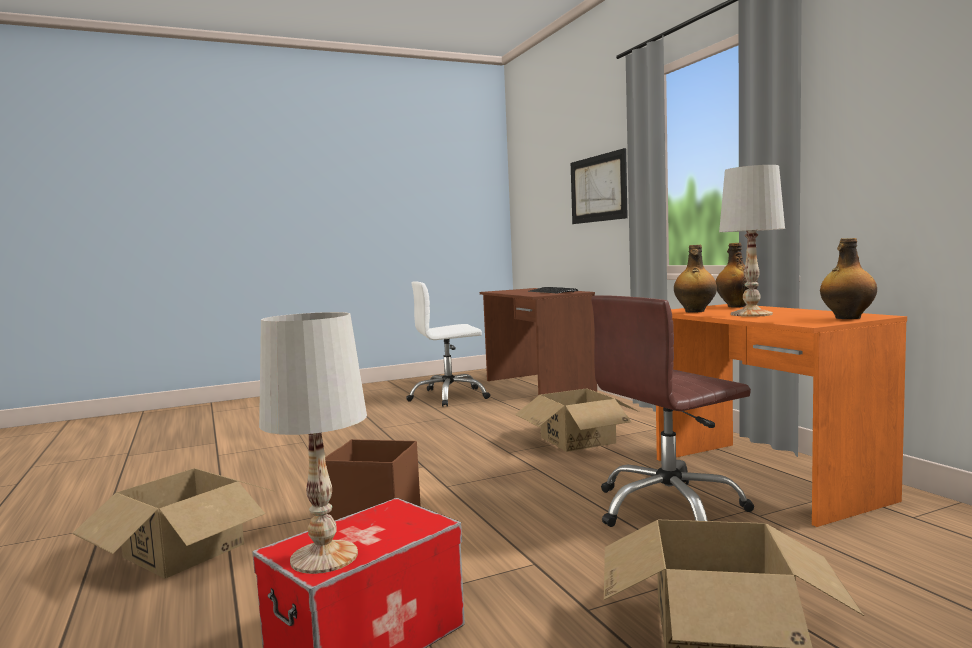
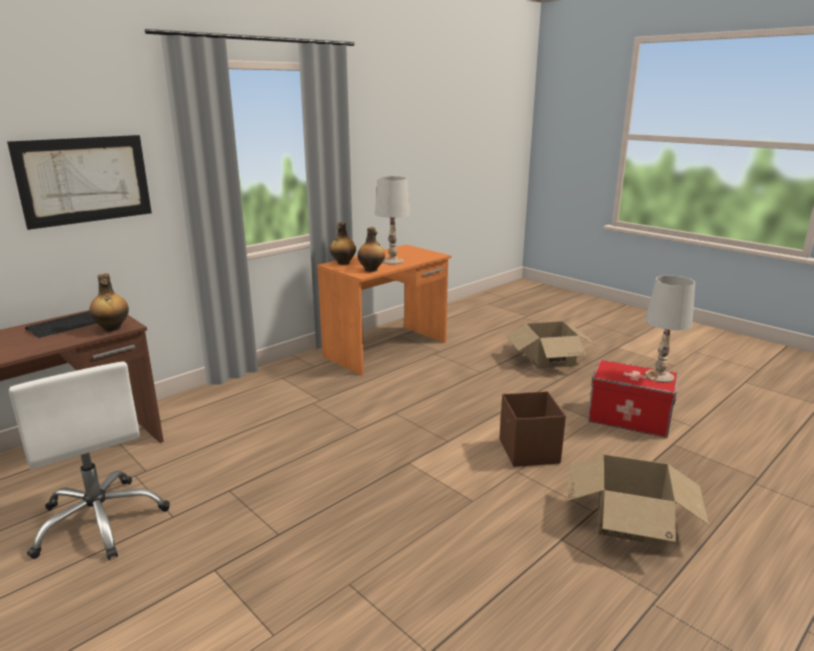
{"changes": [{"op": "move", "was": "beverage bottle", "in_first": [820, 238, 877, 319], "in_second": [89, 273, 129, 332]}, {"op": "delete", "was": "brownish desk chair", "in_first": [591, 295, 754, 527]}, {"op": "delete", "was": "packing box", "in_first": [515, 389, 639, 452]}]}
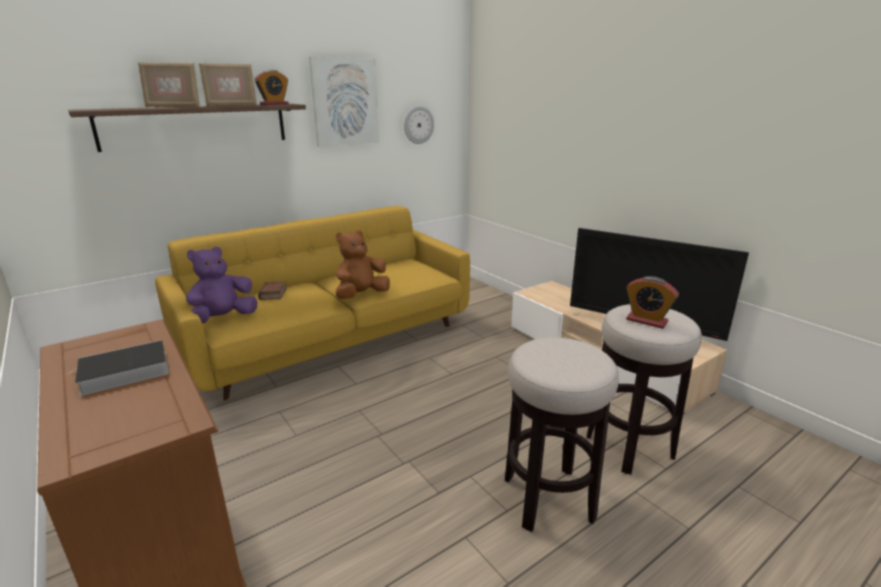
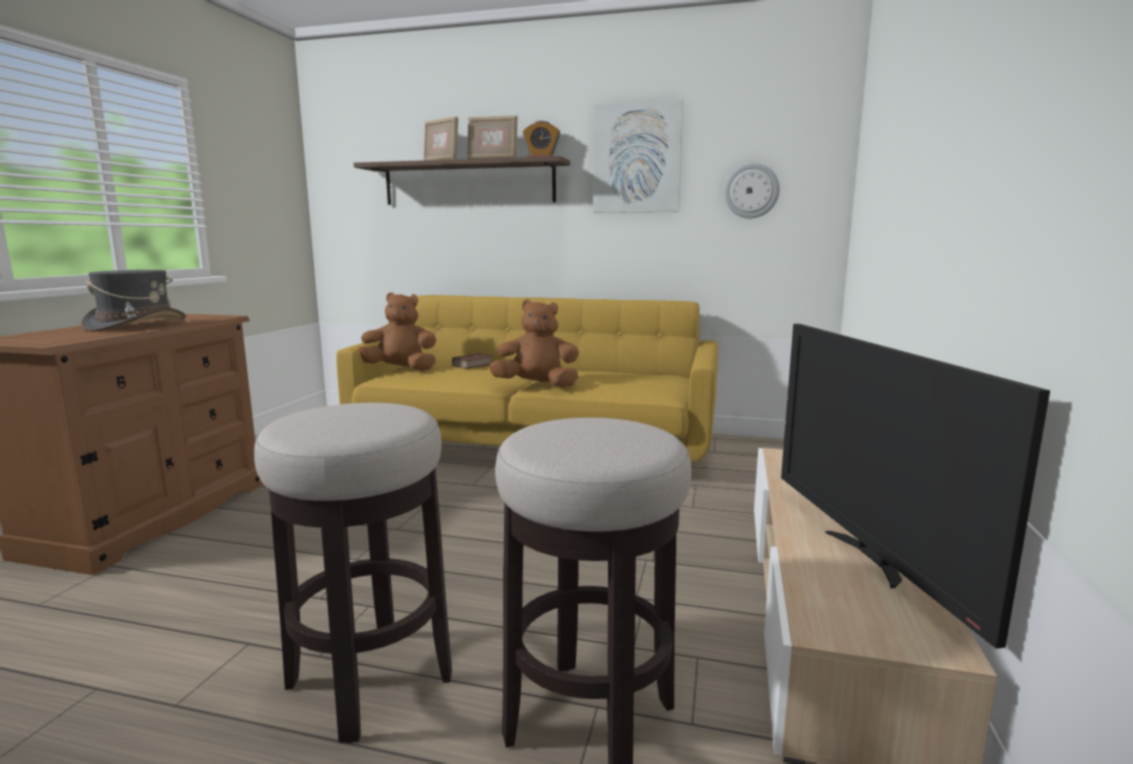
{"changes": [{"op": "recolor", "was": "purplish soft toy", "now": "brownish soft toy", "in_first": [186, 246, 258, 323], "in_second": [358, 292, 436, 371]}, {"op": "delete", "was": "alarm clock", "in_first": [626, 276, 679, 329]}, {"op": "replace", "was": "bound book", "now": "greyish wearable hat", "in_first": [69, 340, 169, 396], "in_second": [81, 270, 186, 332]}]}
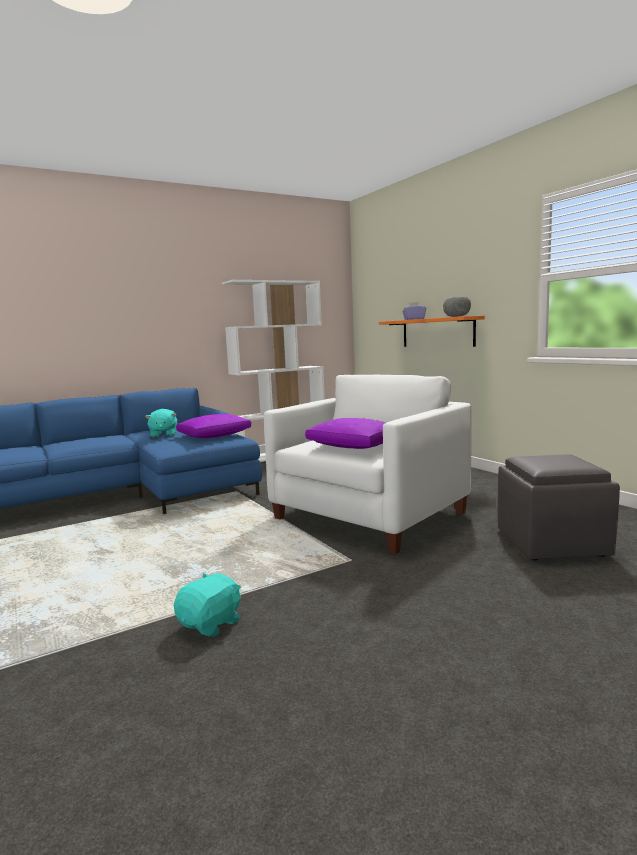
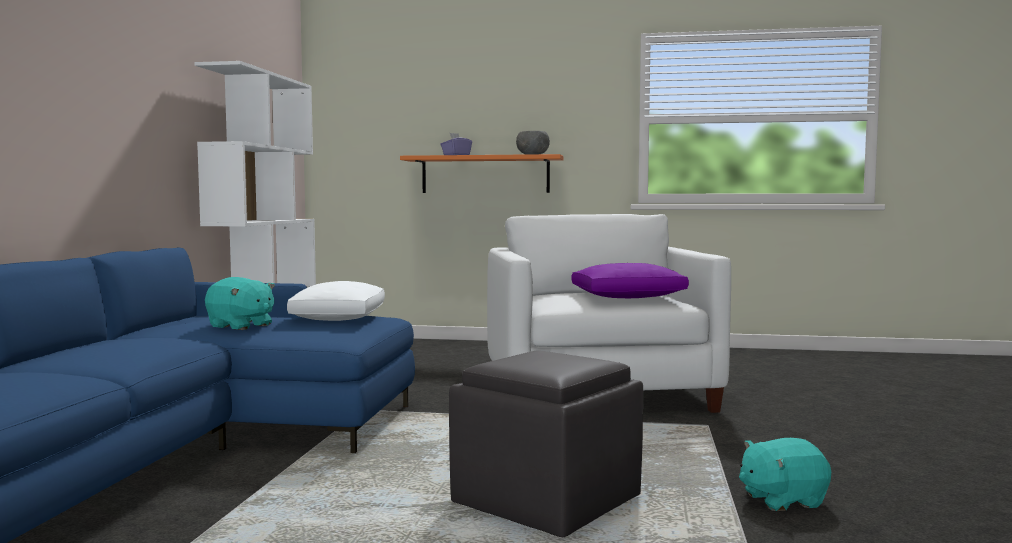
{"changes": [{"op": "recolor", "was": "purplish pillow", "now": "white pillow", "in_first": [176, 414, 251, 438], "in_second": [287, 281, 385, 321]}, {"op": "move", "was": "greyish footrest", "in_first": [498, 454, 620, 560], "in_second": [449, 350, 643, 537]}, {"op": "rotate", "was": "turquoise-coloured soft toy", "in_first": [174, 573, 241, 637], "in_second": [739, 438, 831, 511], "clockwise": -90}]}
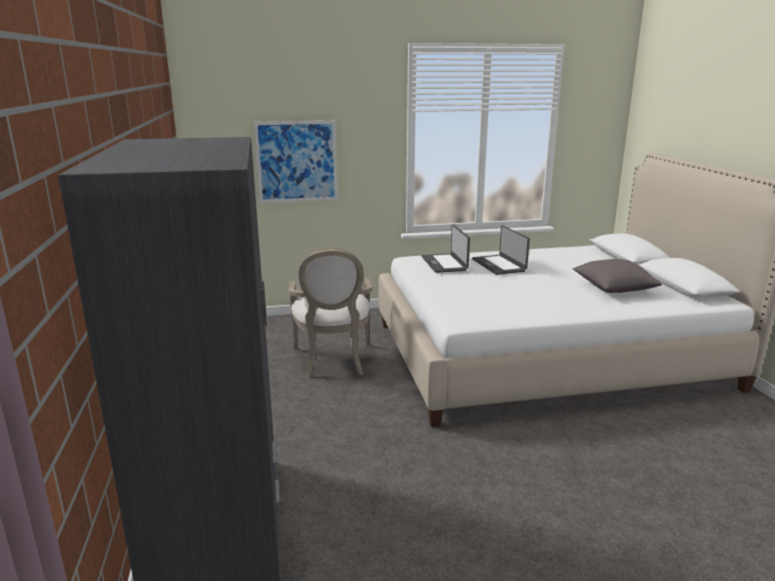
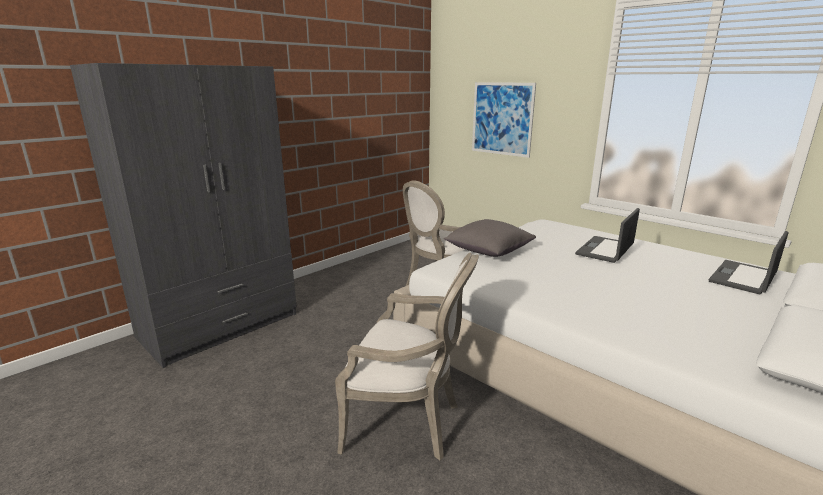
{"changes": [{"op": "move", "was": "portable computer", "in_first": [422, 224, 470, 273], "in_second": [709, 231, 789, 294]}, {"op": "move", "was": "greyish pillow", "in_first": [573, 259, 662, 293], "in_second": [443, 219, 536, 257]}, {"op": "insert", "now": "lounge chair", "in_second": [335, 253, 479, 460]}]}
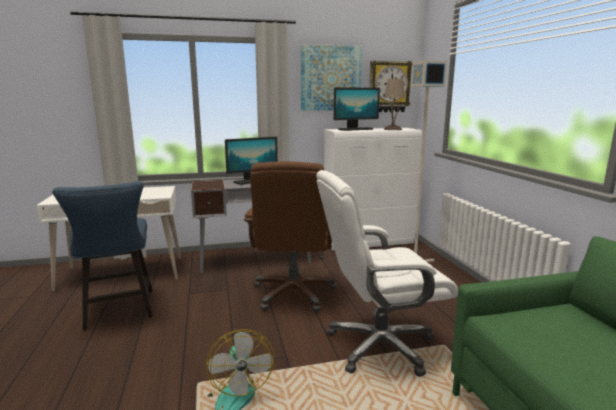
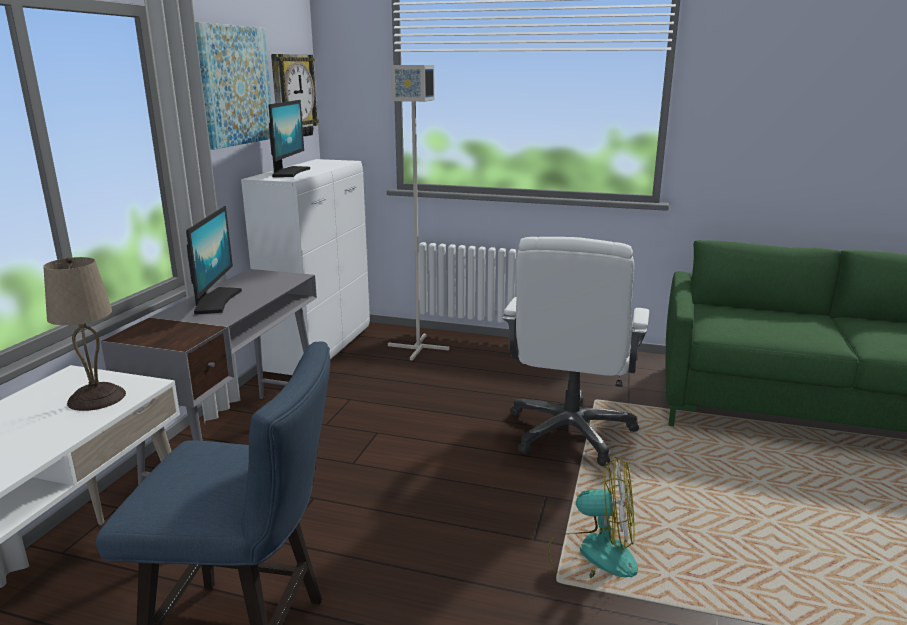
{"changes": [{"op": "move", "was": "beige-coloured tabletop lamp", "in_first": [384, 77, 405, 130], "in_second": [43, 257, 126, 411]}, {"op": "delete", "was": "brownish desk chair", "in_first": [244, 161, 337, 312]}]}
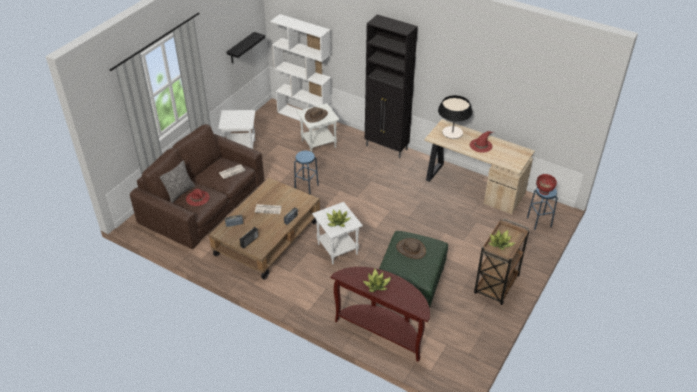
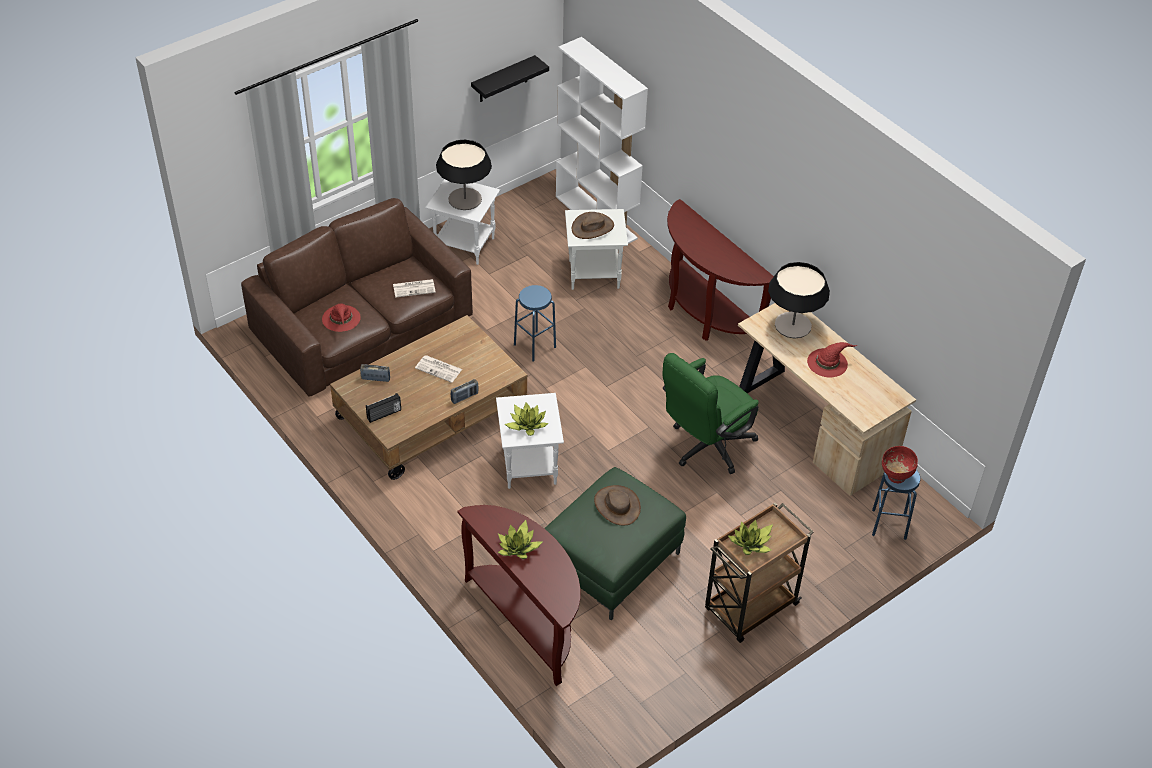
{"changes": [{"op": "replace", "was": "black storage cabinet", "now": "brownish hall table", "in_first": [365, 14, 418, 158], "in_second": [667, 199, 774, 341]}, {"op": "delete", "was": "pillow", "in_first": [160, 160, 195, 203]}, {"op": "insert", "now": "tabletop lamp", "in_second": [436, 140, 492, 210]}, {"op": "insert", "now": "green desk chair", "in_second": [663, 353, 759, 474]}]}
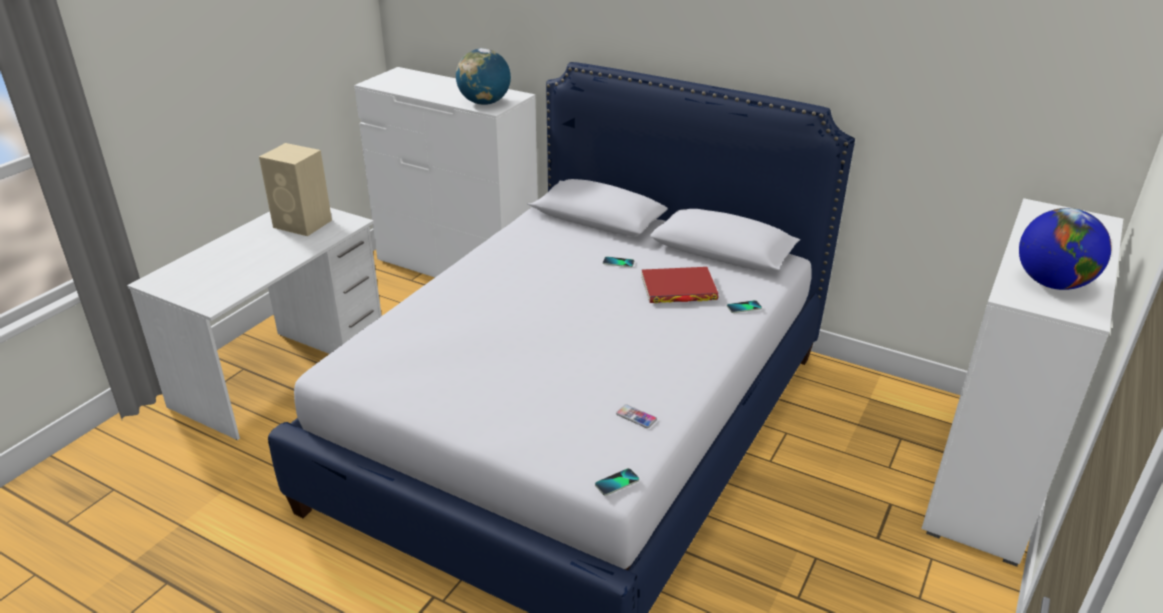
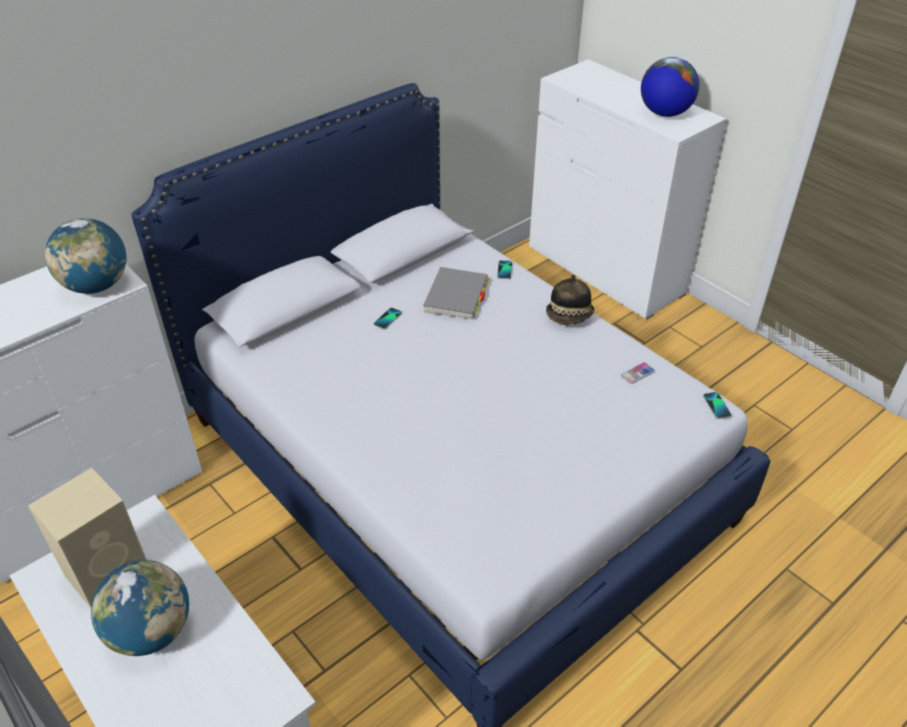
{"changes": [{"op": "recolor", "was": "red bound book", "now": "greyish bound book", "in_first": [642, 267, 718, 303], "in_second": [423, 267, 489, 319]}, {"op": "insert", "now": "wearable hat", "in_second": [546, 275, 594, 325]}, {"op": "insert", "now": "desk globe", "in_second": [91, 560, 189, 656]}]}
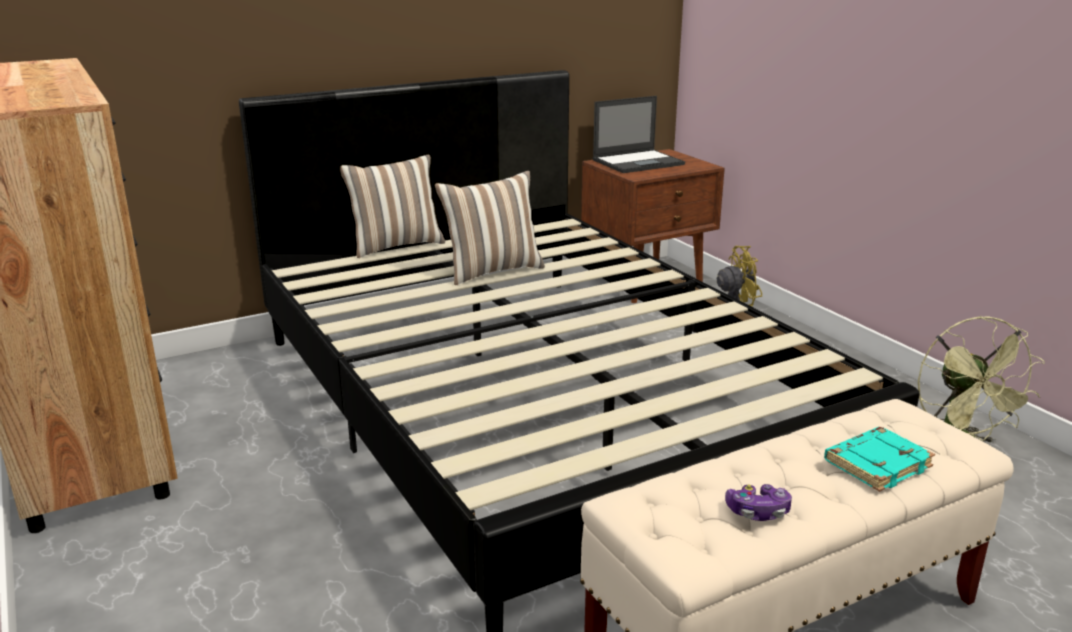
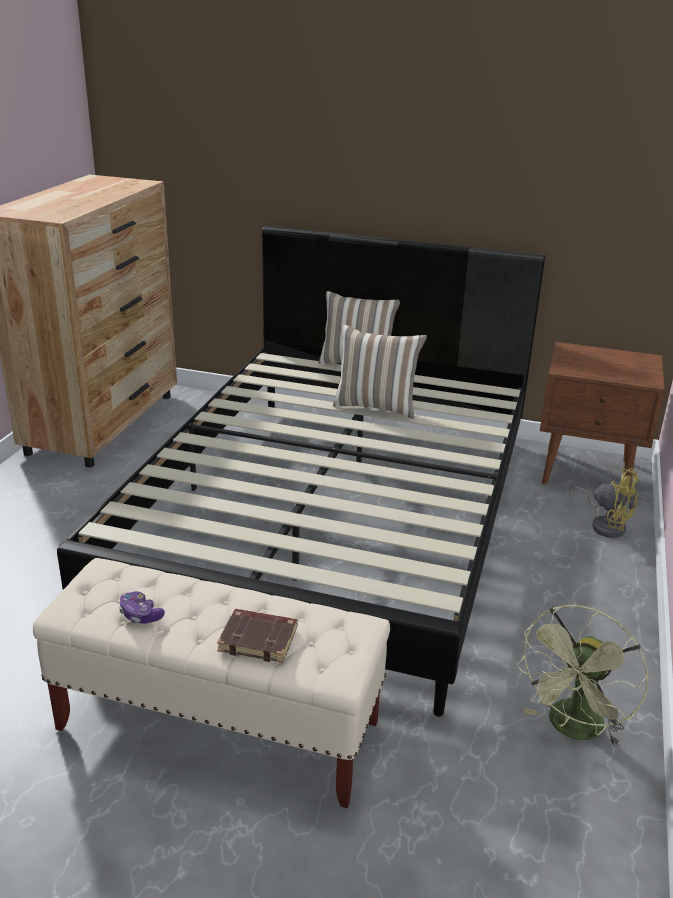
{"changes": [{"op": "delete", "was": "portable computer", "in_first": [593, 96, 685, 173]}, {"op": "recolor", "was": "turquoise-coloured bound book", "now": "brownish bound book", "in_first": [824, 427, 935, 492], "in_second": [217, 609, 298, 663]}]}
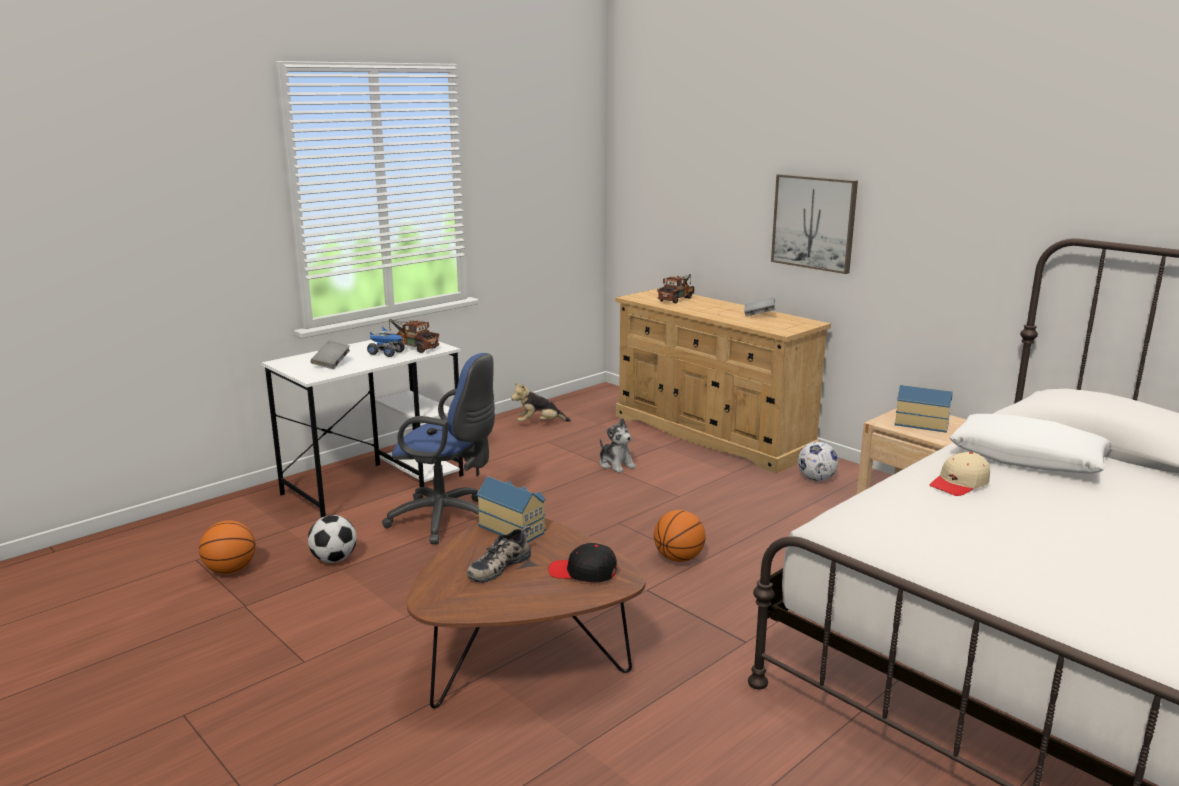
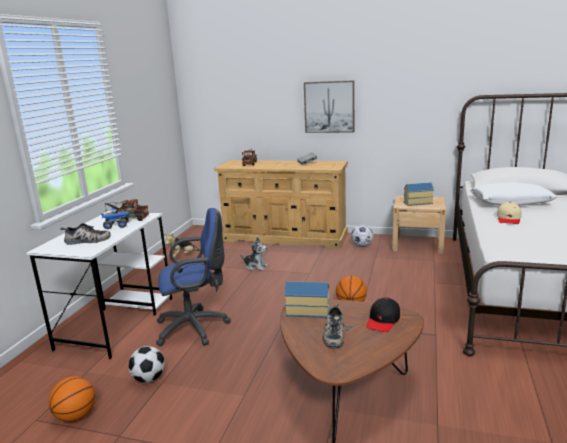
{"changes": [{"op": "replace", "was": "greyish bound book", "now": "shoe", "in_first": [311, 341, 350, 369], "in_second": [60, 223, 111, 245]}, {"op": "rotate", "was": "black cap", "in_first": [548, 543, 617, 582], "in_second": [367, 298, 400, 332], "clockwise": -45}]}
